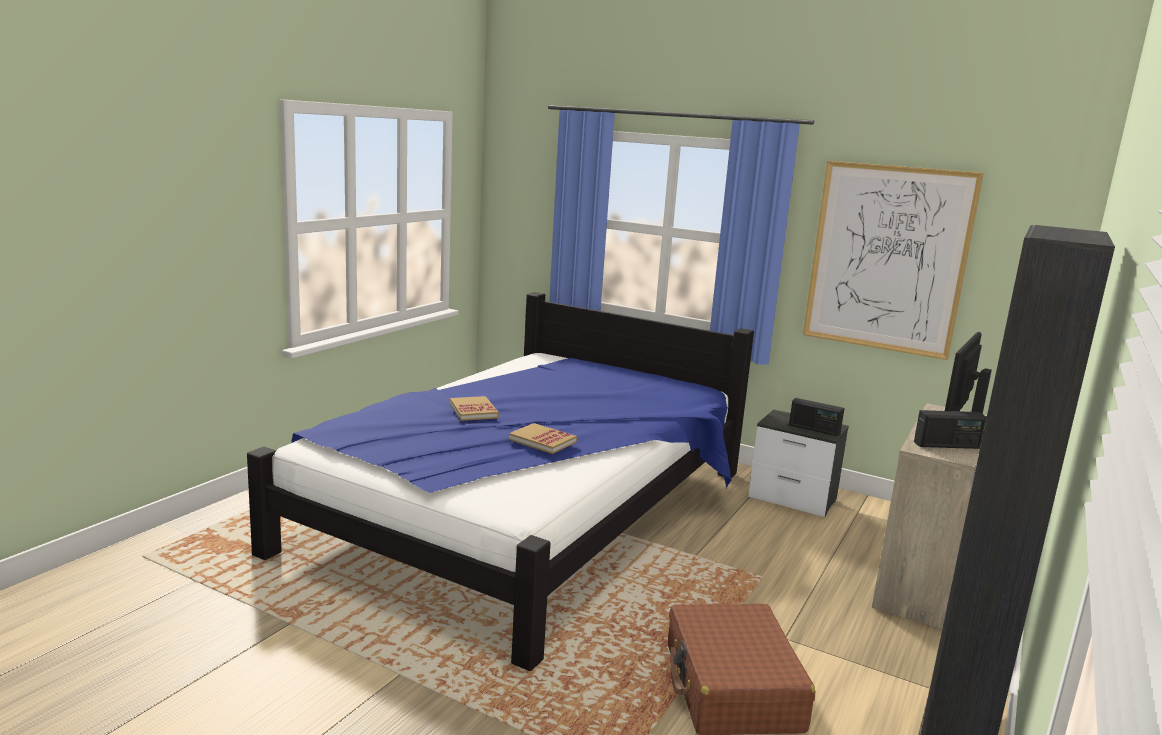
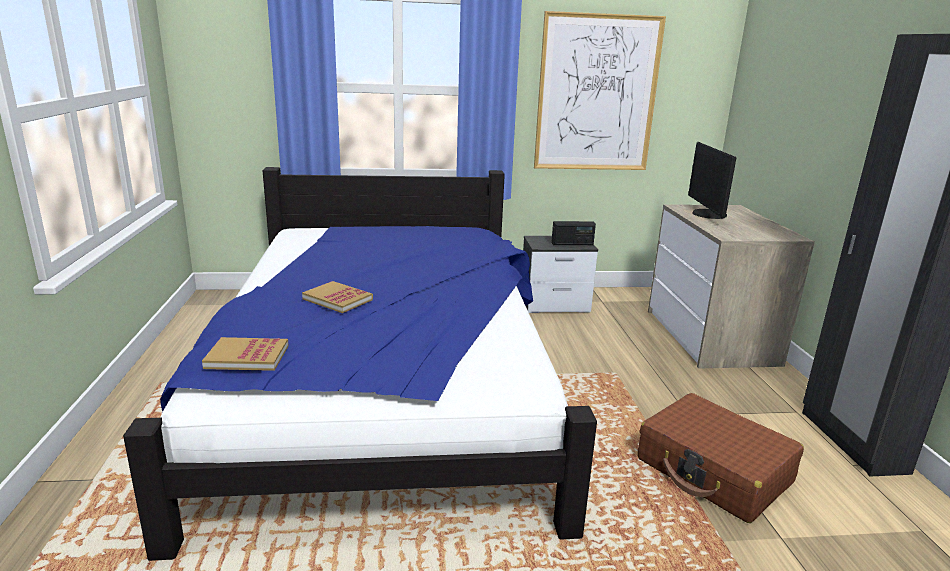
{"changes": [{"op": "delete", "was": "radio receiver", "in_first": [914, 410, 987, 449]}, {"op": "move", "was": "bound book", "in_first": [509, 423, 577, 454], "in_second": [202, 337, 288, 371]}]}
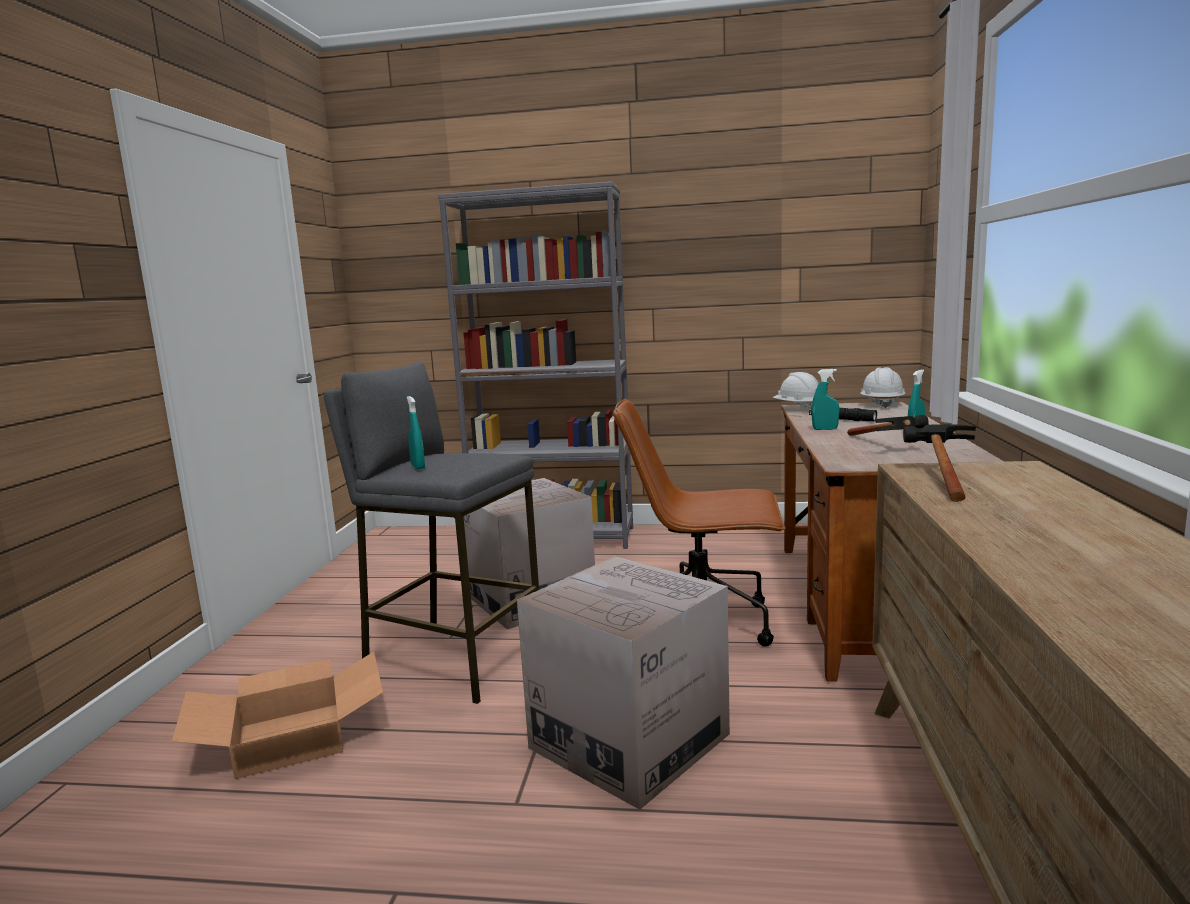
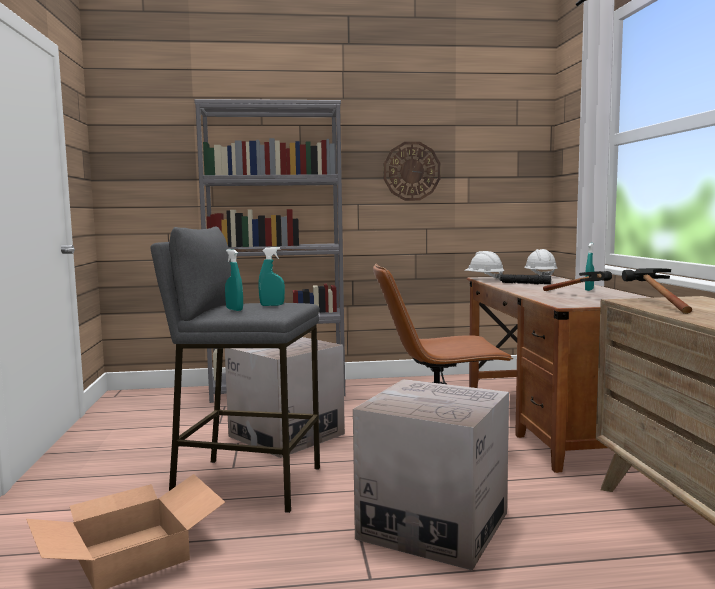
{"changes": [{"op": "move", "was": "turquoise-coloured sprayer", "in_first": [812, 369, 840, 430], "in_second": [259, 247, 285, 306]}, {"op": "insert", "now": "hanging clock", "in_second": [383, 142, 441, 201]}]}
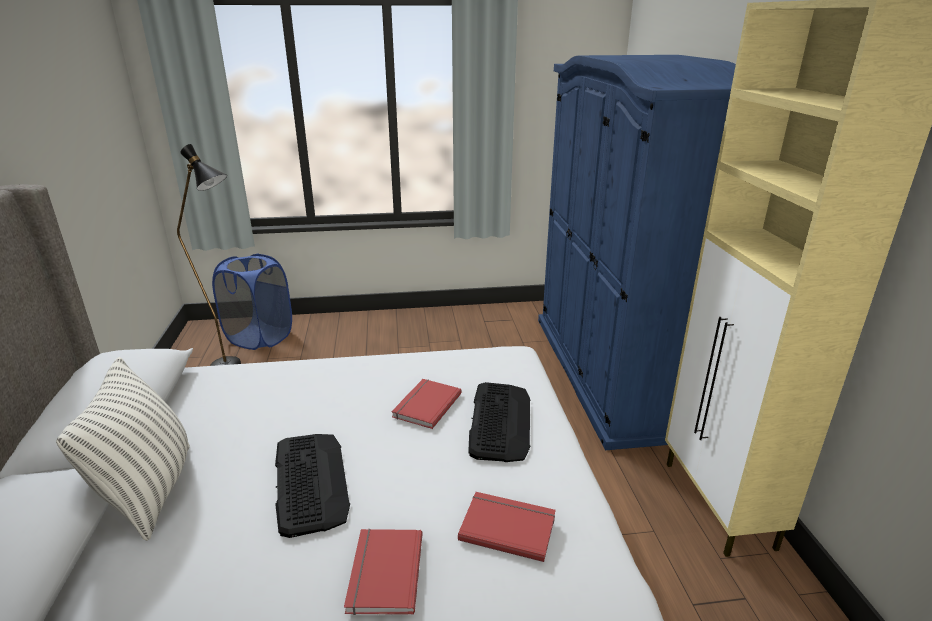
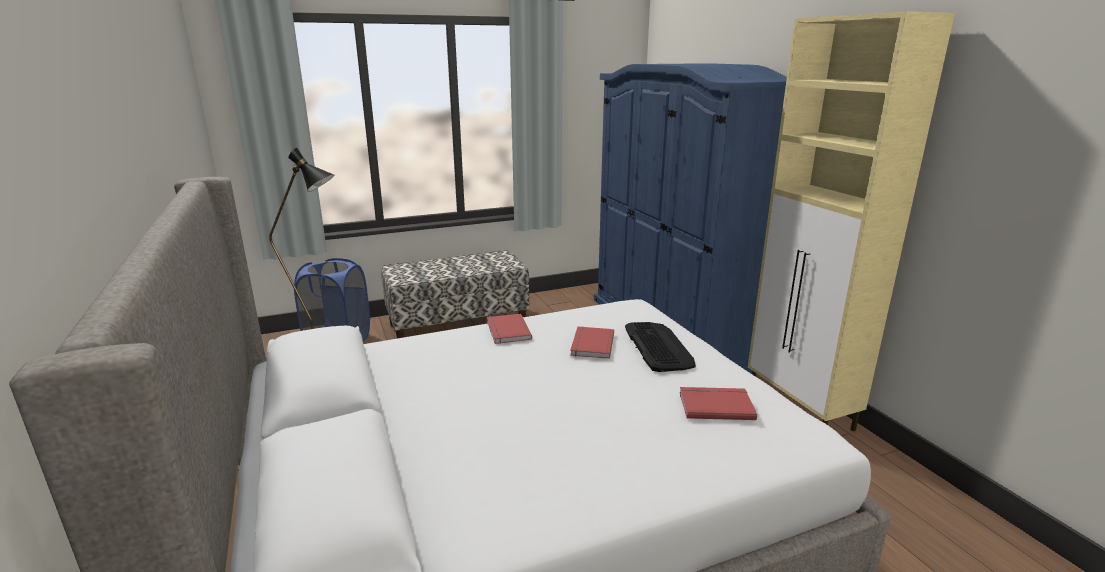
{"changes": [{"op": "delete", "was": "pillow", "in_first": [56, 357, 190, 541]}, {"op": "delete", "was": "PC keyboard", "in_first": [275, 434, 350, 538]}, {"op": "move", "was": "red bound book", "in_first": [344, 529, 422, 615], "in_second": [487, 314, 532, 344]}, {"op": "insert", "now": "long seat", "in_second": [381, 250, 529, 339]}]}
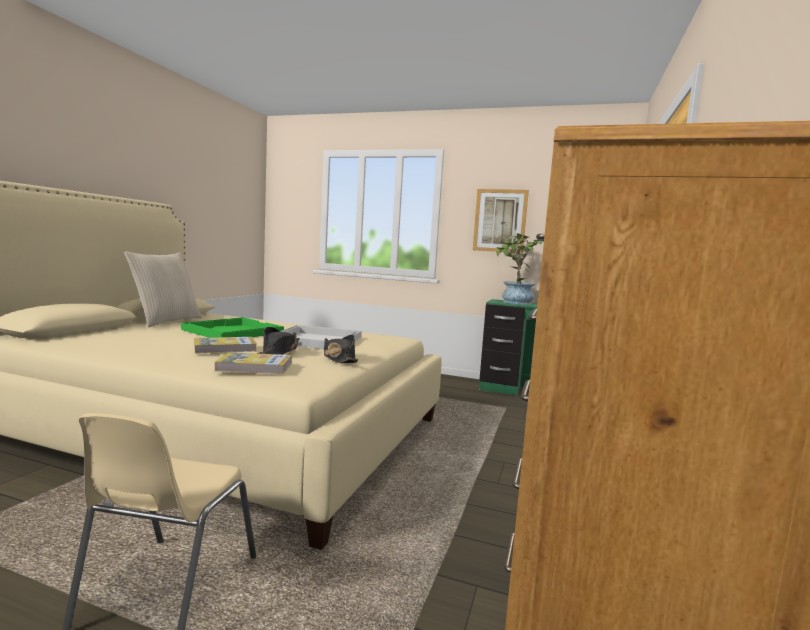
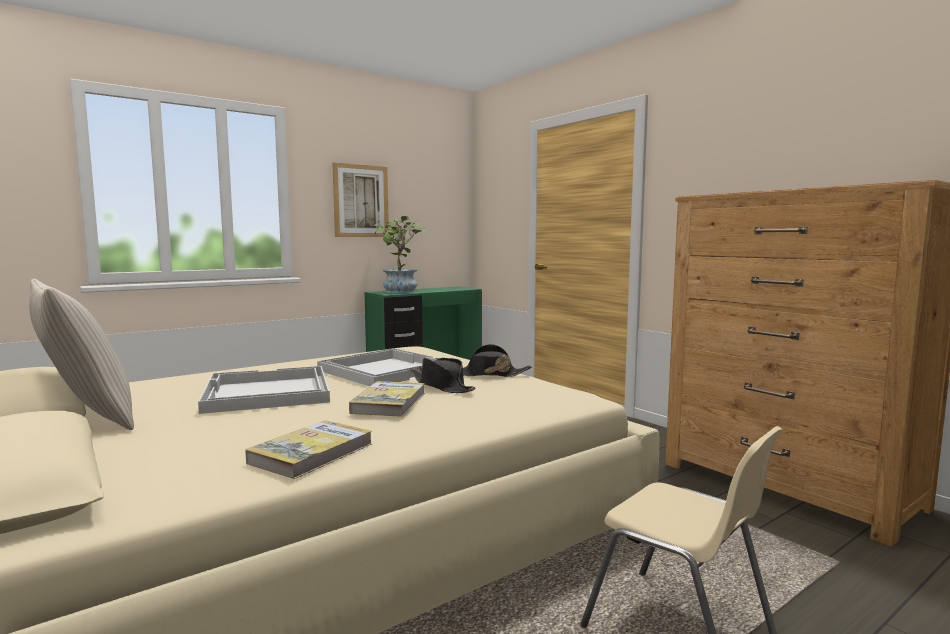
{"changes": [{"op": "recolor", "was": "green carrying tray", "now": "white carrying tray", "in_first": [181, 317, 284, 338], "in_second": [198, 366, 330, 414]}, {"op": "move", "was": "bound book", "in_first": [214, 352, 292, 374], "in_second": [245, 420, 373, 479]}]}
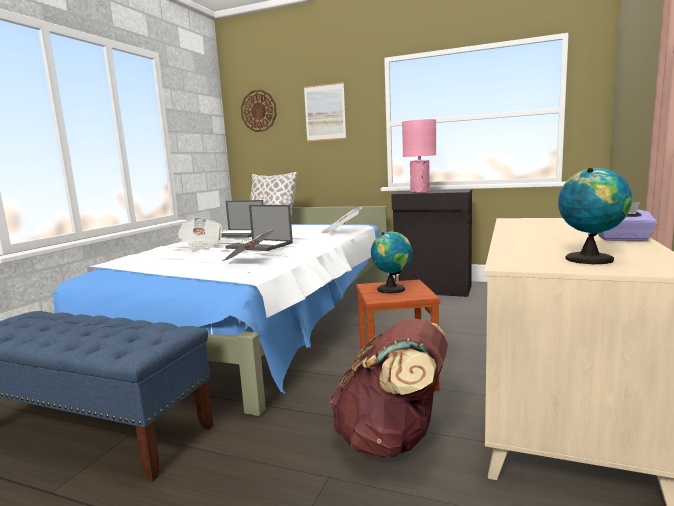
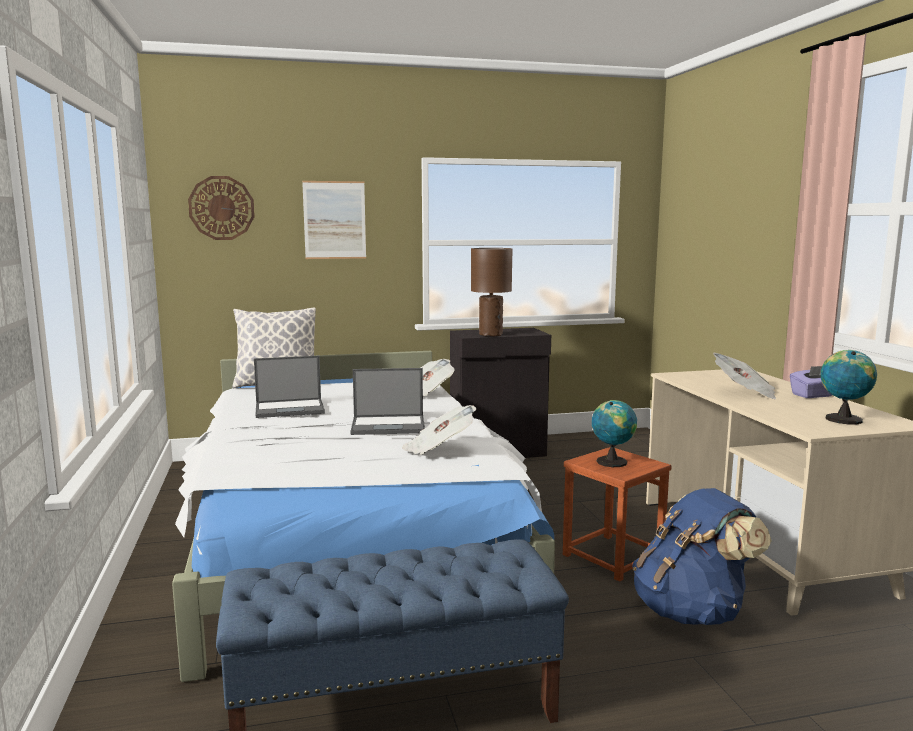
{"changes": [{"op": "recolor", "was": "pink tabletop lamp", "now": "brownish tabletop lamp", "in_first": [402, 119, 436, 193], "in_second": [471, 248, 512, 336]}, {"op": "move", "was": "newspaper", "in_first": [177, 218, 223, 250], "in_second": [713, 353, 776, 400]}, {"op": "recolor", "was": "brownish rucksack", "now": "bluish rucksack", "in_first": [329, 319, 448, 457], "in_second": [632, 488, 772, 625]}]}
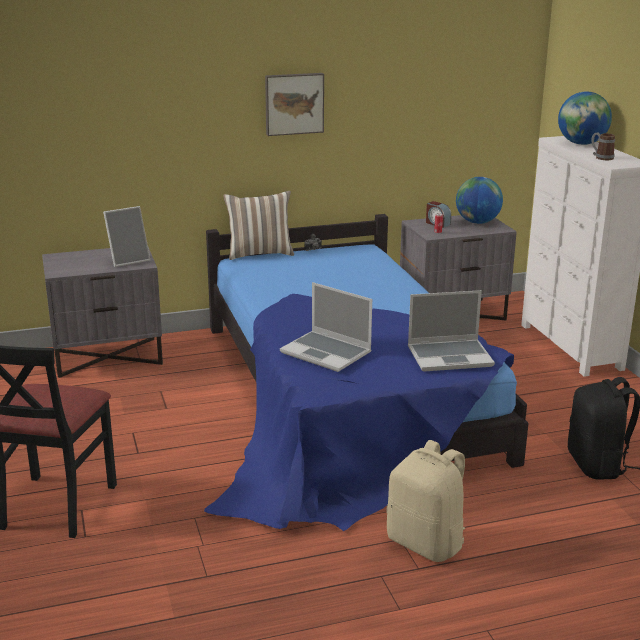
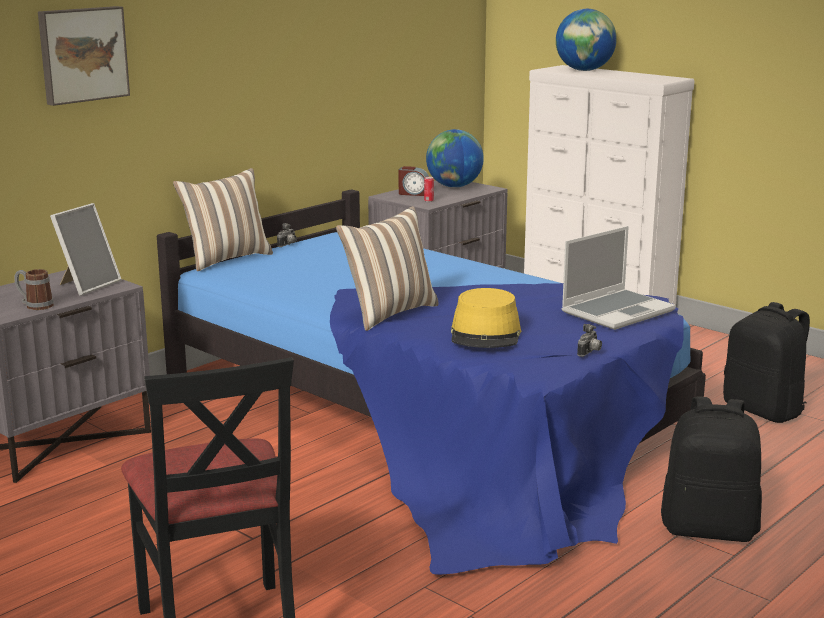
{"changes": [{"op": "move", "was": "wall picture", "in_first": [265, 73, 324, 136], "in_second": [38, 6, 130, 106]}, {"op": "move", "was": "mug", "in_first": [591, 132, 615, 160], "in_second": [14, 269, 54, 310]}, {"op": "replace", "was": "portable computer", "now": "yellow wearable hat", "in_first": [280, 282, 372, 372], "in_second": [451, 288, 521, 348]}, {"op": "recolor", "was": "beige-coloured rucksack", "now": "black rucksack", "in_first": [386, 440, 465, 562], "in_second": [661, 397, 762, 542]}, {"op": "insert", "now": "pillow", "in_second": [336, 206, 439, 331]}, {"op": "insert", "now": "still camera", "in_second": [577, 324, 602, 357]}]}
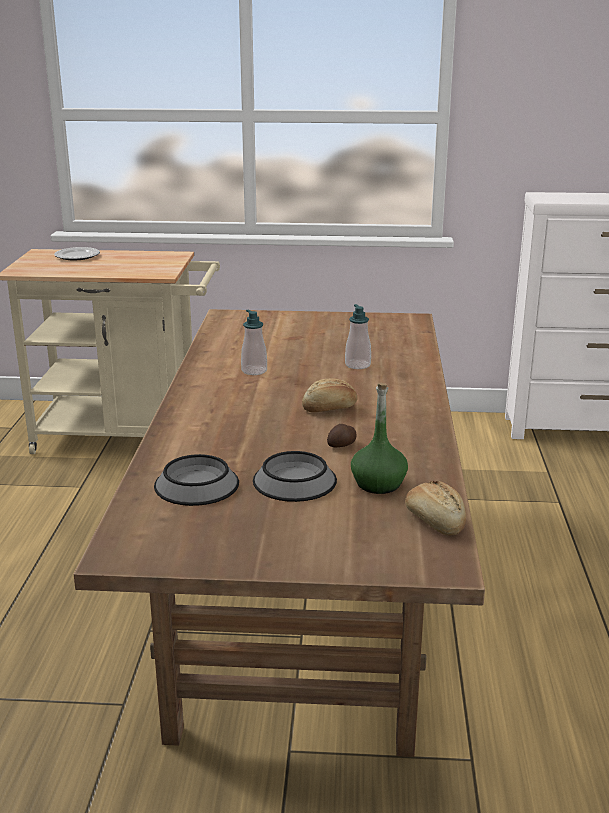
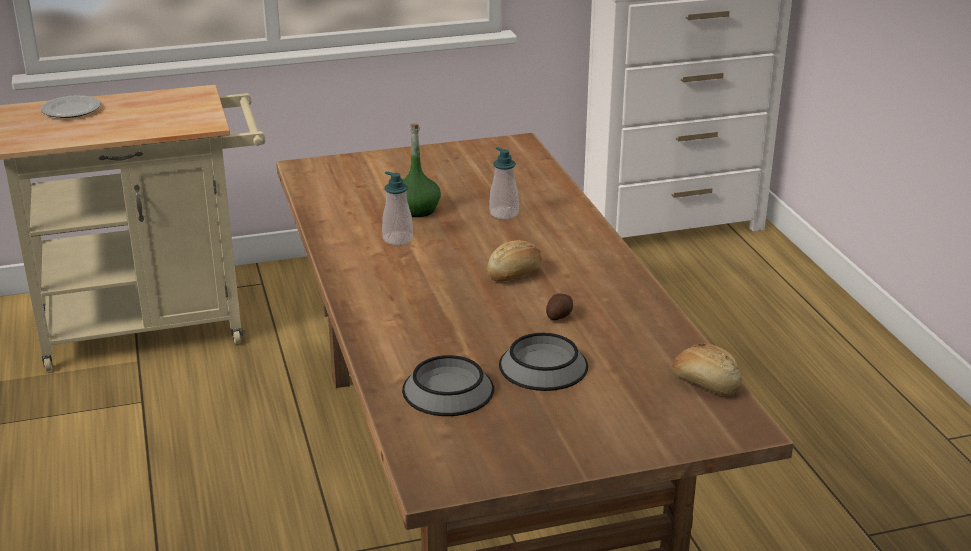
{"changes": [{"op": "move", "was": "green beverage bottle", "in_first": [351, 383, 408, 494], "in_second": [403, 123, 441, 217]}]}
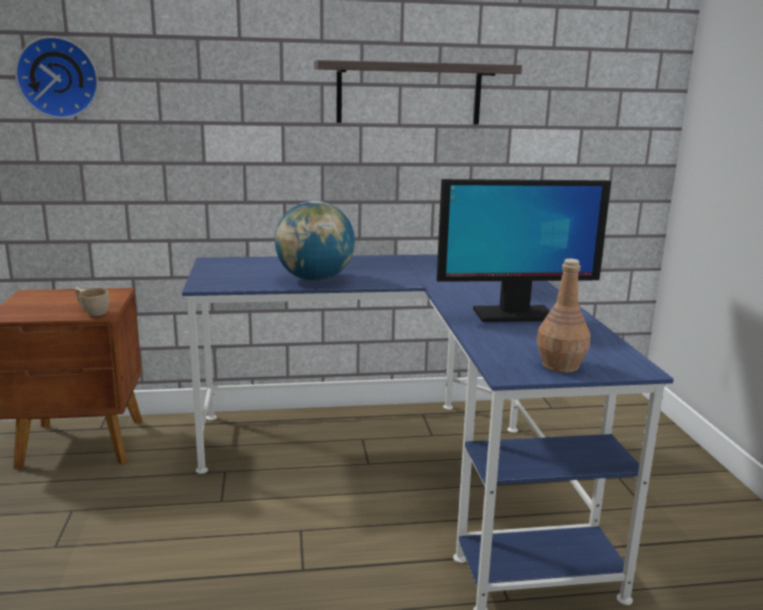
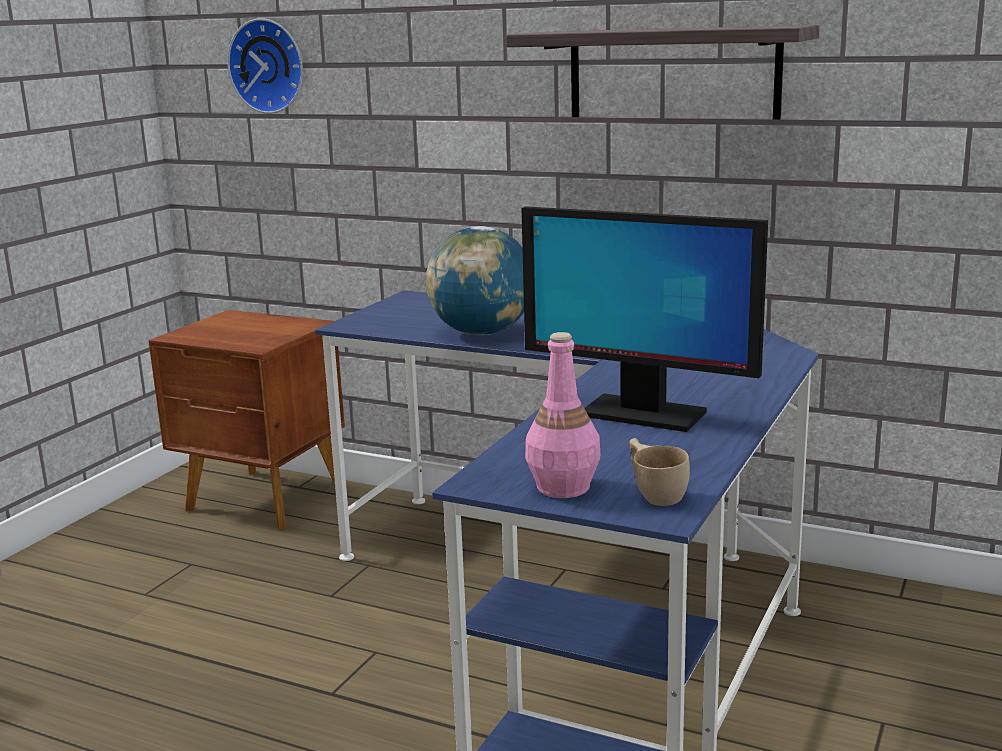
{"changes": [{"op": "recolor", "was": "brownish beverage bottle", "now": "pink beverage bottle", "in_first": [537, 259, 590, 373], "in_second": [525, 332, 600, 498]}, {"op": "move", "was": "beige-coloured drinking cup", "in_first": [75, 287, 109, 316], "in_second": [630, 438, 690, 506]}]}
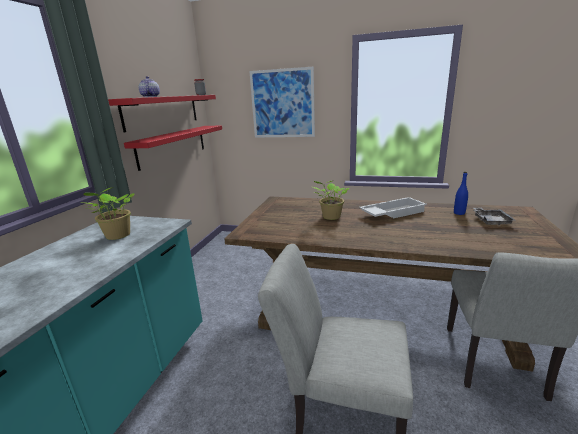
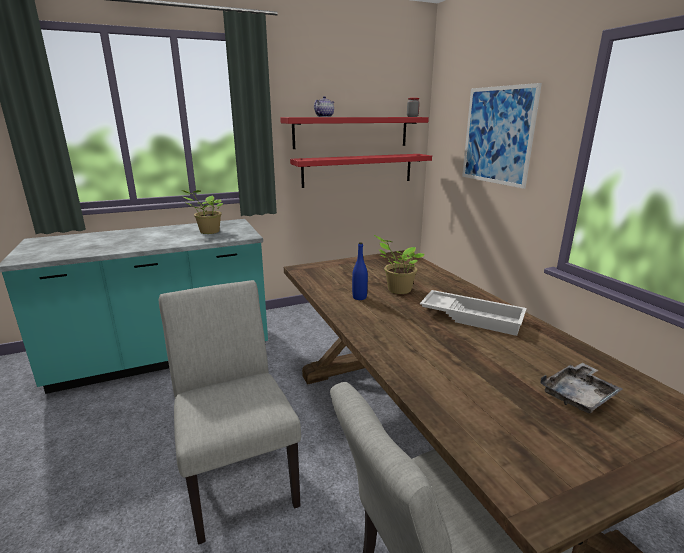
{"changes": [{"op": "move", "was": "bluish beverage bottle", "in_first": [454, 172, 468, 215], "in_second": [352, 242, 368, 300]}]}
